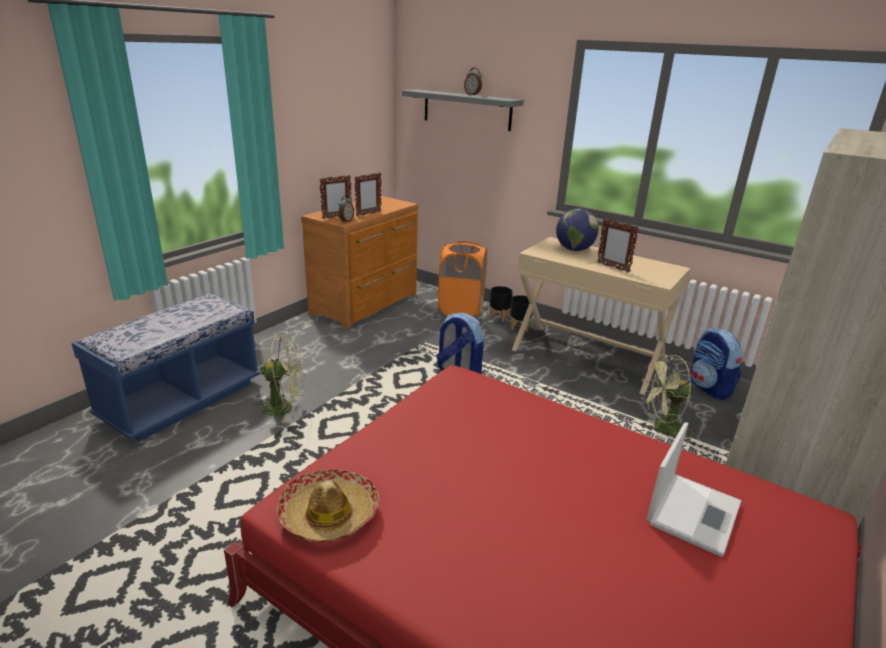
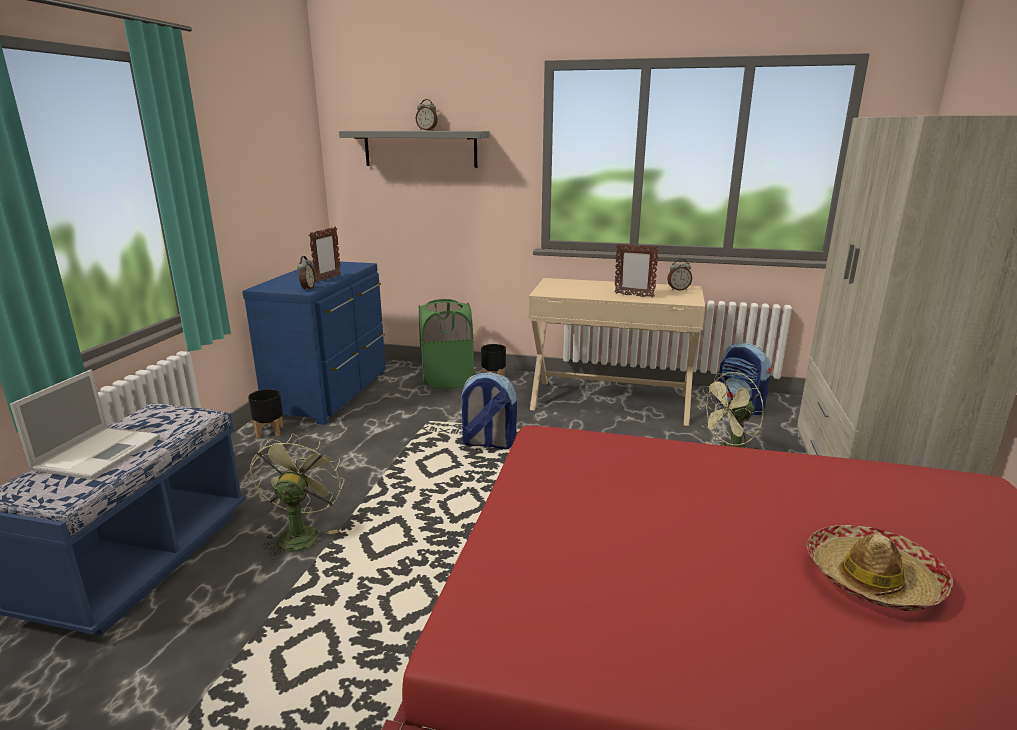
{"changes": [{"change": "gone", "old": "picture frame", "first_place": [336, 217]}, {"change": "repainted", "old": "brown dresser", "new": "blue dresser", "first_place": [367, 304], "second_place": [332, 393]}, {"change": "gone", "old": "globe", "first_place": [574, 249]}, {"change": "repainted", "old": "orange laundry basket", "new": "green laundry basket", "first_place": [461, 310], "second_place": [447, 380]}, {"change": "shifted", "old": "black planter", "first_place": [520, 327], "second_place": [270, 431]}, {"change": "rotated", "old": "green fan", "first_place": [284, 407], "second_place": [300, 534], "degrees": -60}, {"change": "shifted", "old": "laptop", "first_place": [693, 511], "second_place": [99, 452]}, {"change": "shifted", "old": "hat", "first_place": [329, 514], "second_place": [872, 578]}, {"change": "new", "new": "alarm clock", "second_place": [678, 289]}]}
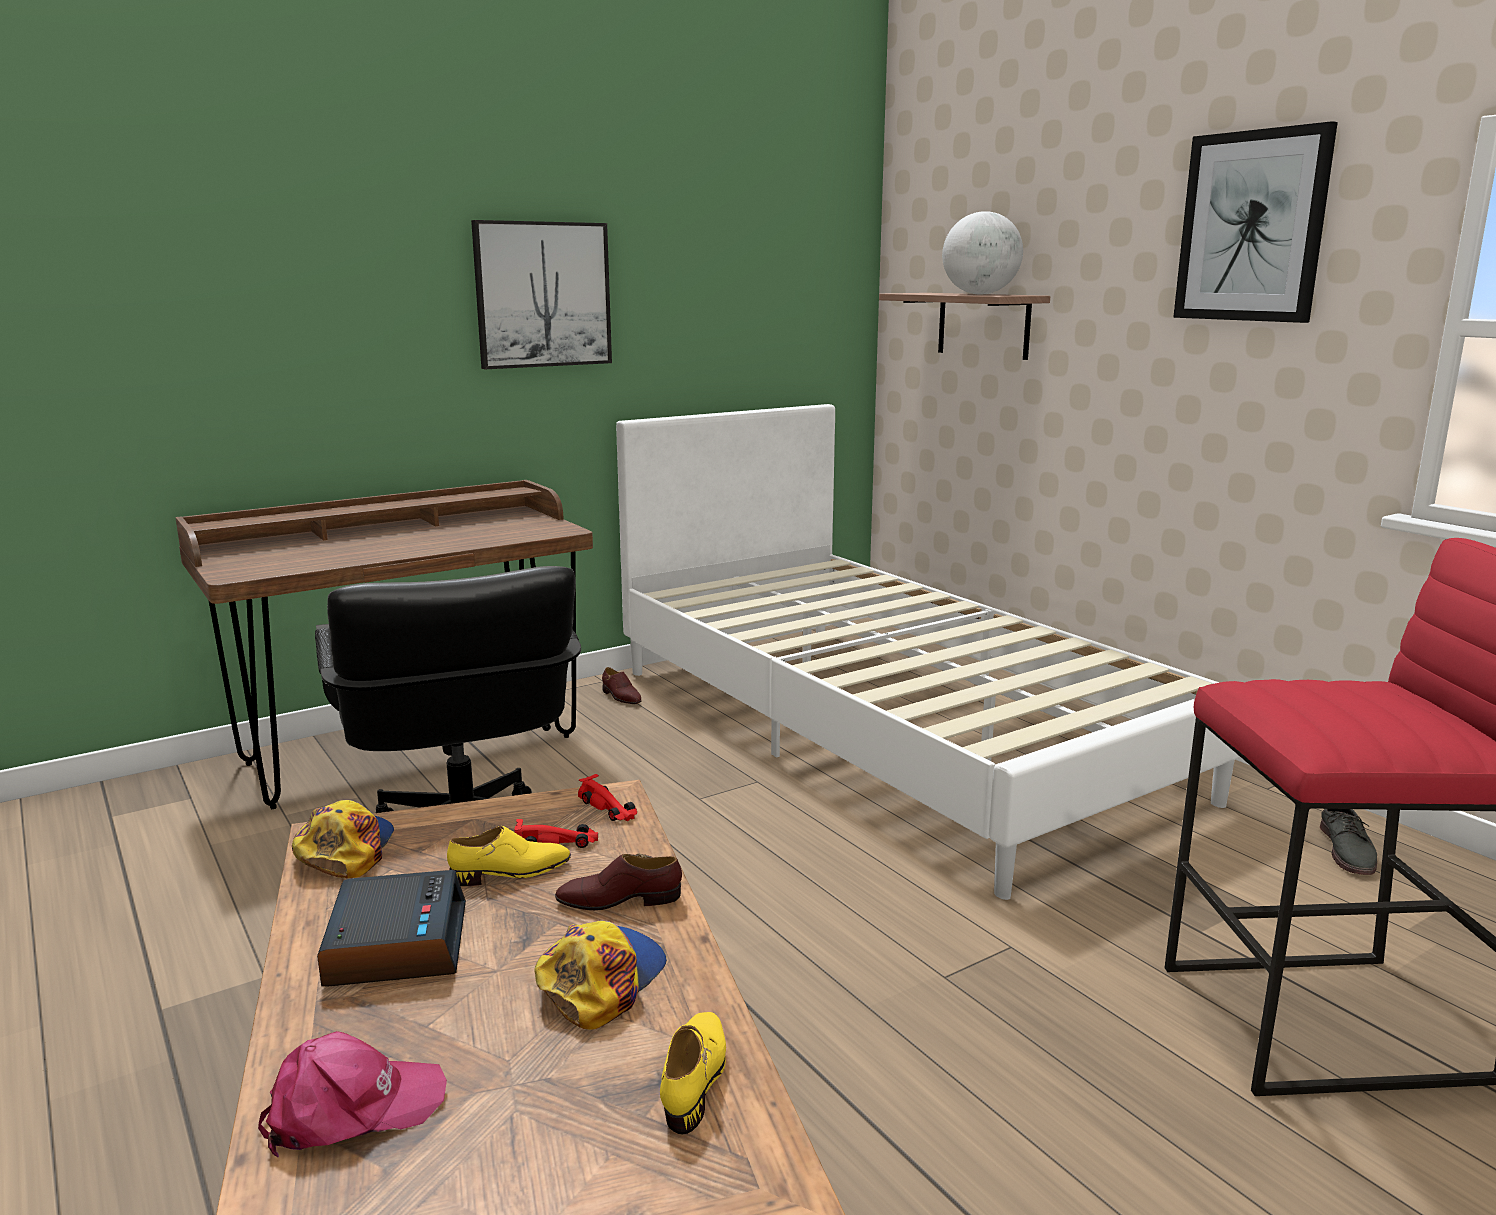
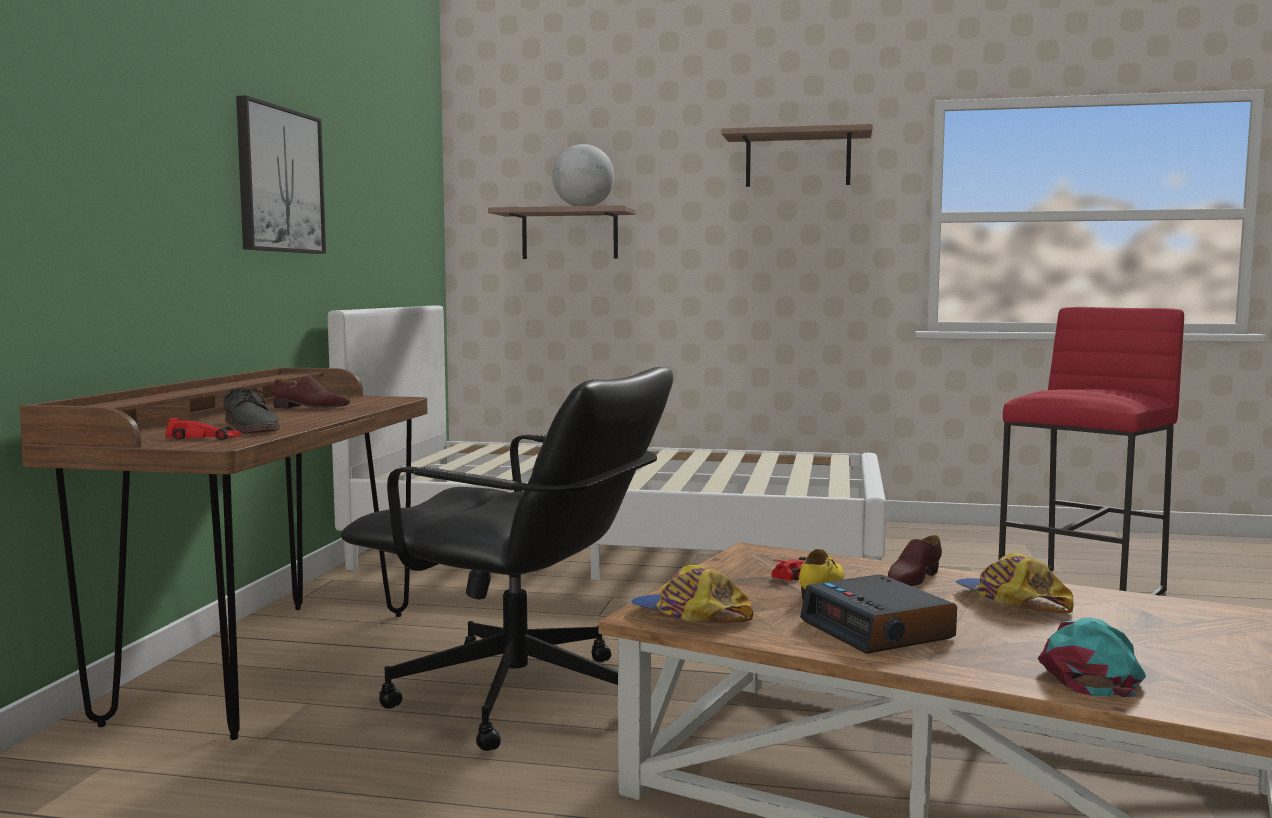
{"changes": [{"change": "swapped", "old": "picture", "new": "shelf", "first_place": [1252, 227], "second_place": [798, 160]}, {"change": "shifted", "old": "brown shoe", "first_place": [621, 697], "second_place": [311, 408]}, {"change": "shifted", "old": "red toy car", "first_place": [608, 808], "second_place": [205, 438]}, {"change": "shifted", "old": "grey shoe", "first_place": [1347, 850], "second_place": [252, 427]}, {"change": "rotated", "old": "alarm clock", "first_place": [395, 944], "second_place": [878, 630], "degrees": -150}, {"change": "gone", "old": "yellow shoe", "first_place": [696, 1078]}, {"change": "repainted", "old": "pink cap", "new": "turquoise cap", "first_place": [351, 1109], "second_place": [1092, 675]}]}
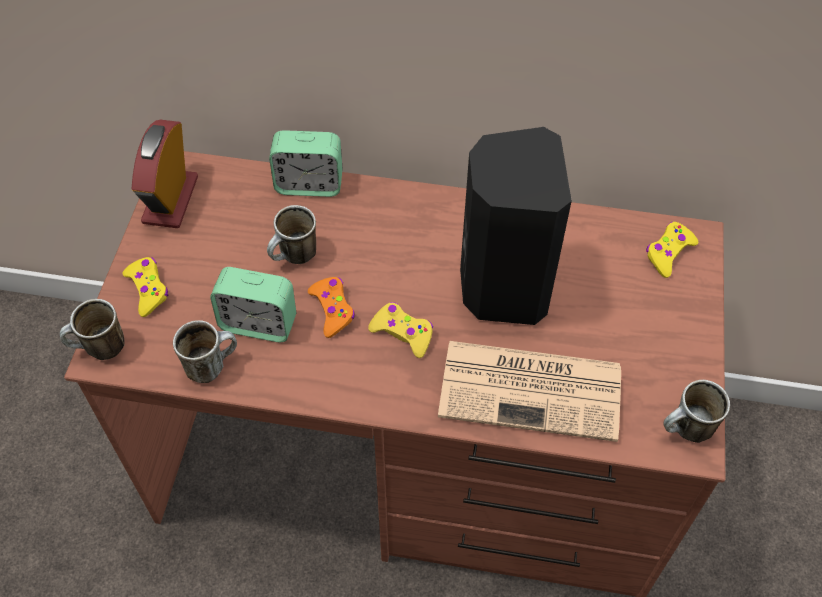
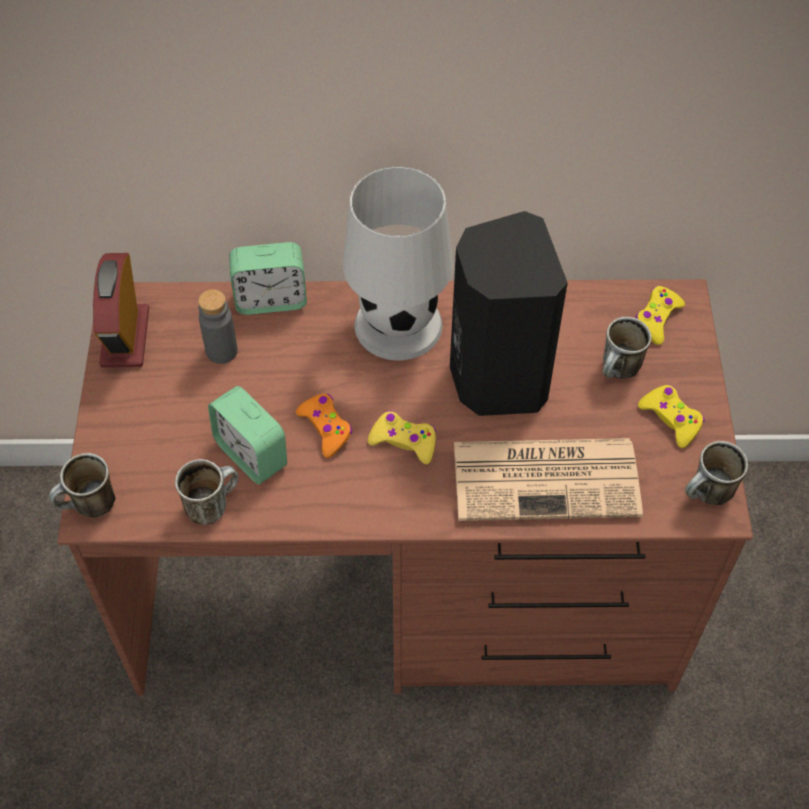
{"changes": [{"change": "shifted", "old": "mug", "first_place": [295, 258], "second_place": [618, 372]}, {"change": "shifted", "old": "yellow game controller", "first_place": [148, 289], "second_place": [671, 419]}, {"change": "rotated", "old": "alarm clock", "first_place": [258, 323], "second_place": [251, 454], "degrees": 45}, {"change": "new", "new": "white table lamp", "second_place": [398, 326]}, {"change": "new", "new": "grey bottle", "second_place": [221, 351]}]}
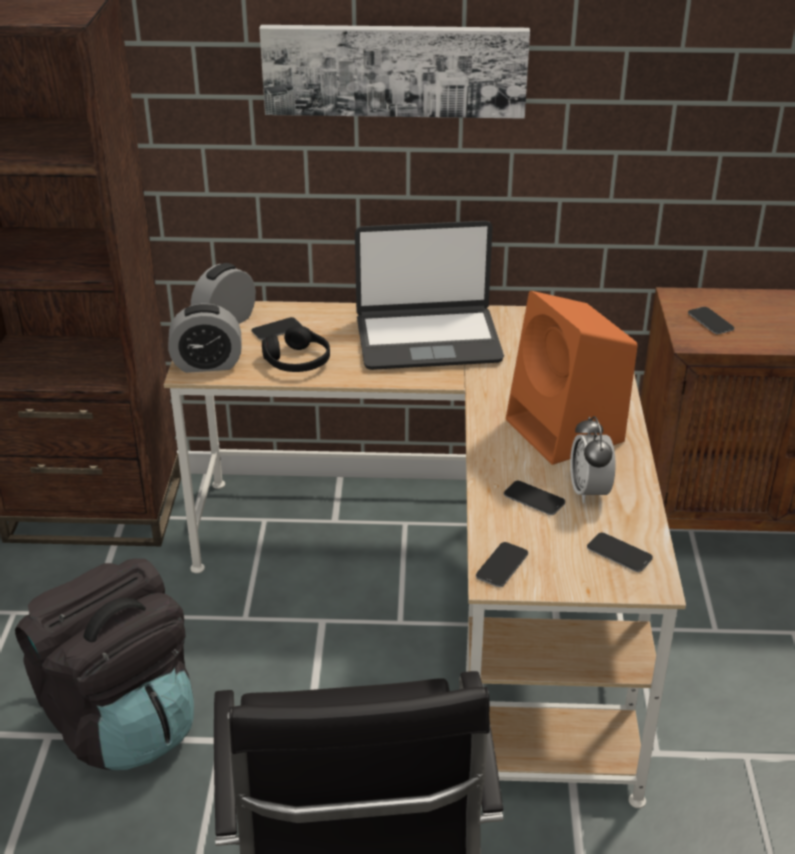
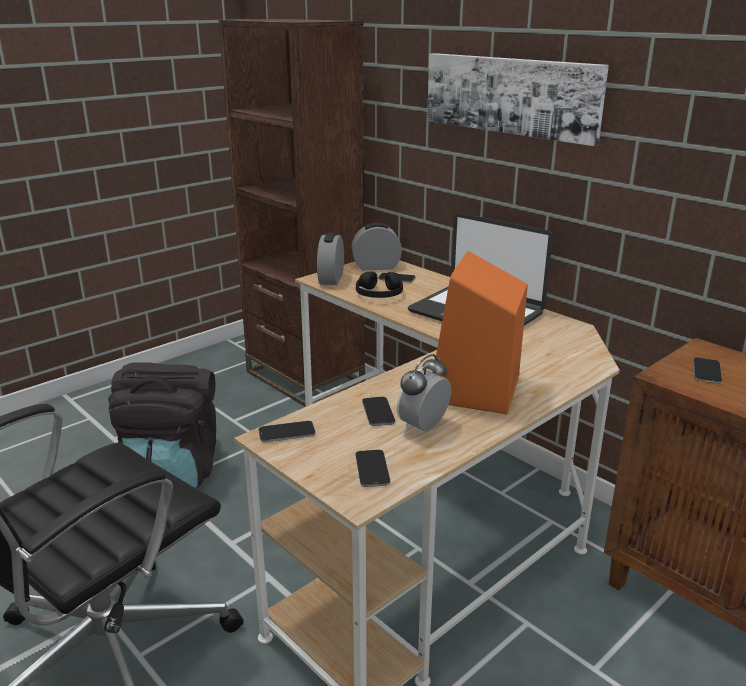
{"changes": [{"change": "rotated", "old": "alarm clock", "first_place": [207, 364], "second_place": [331, 279], "degrees": 60}]}
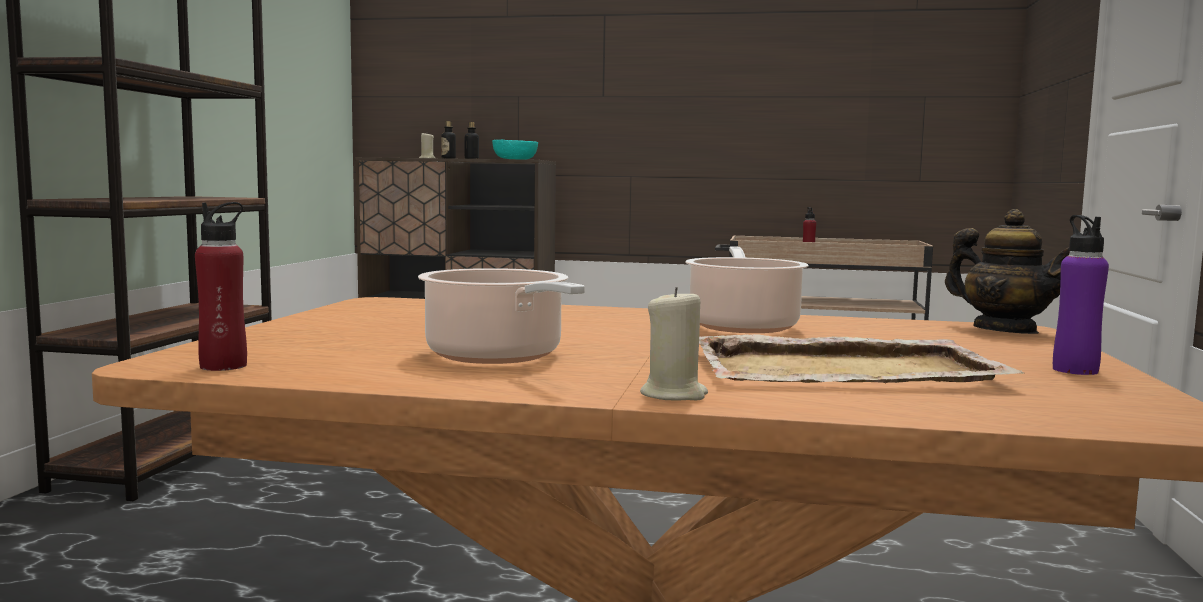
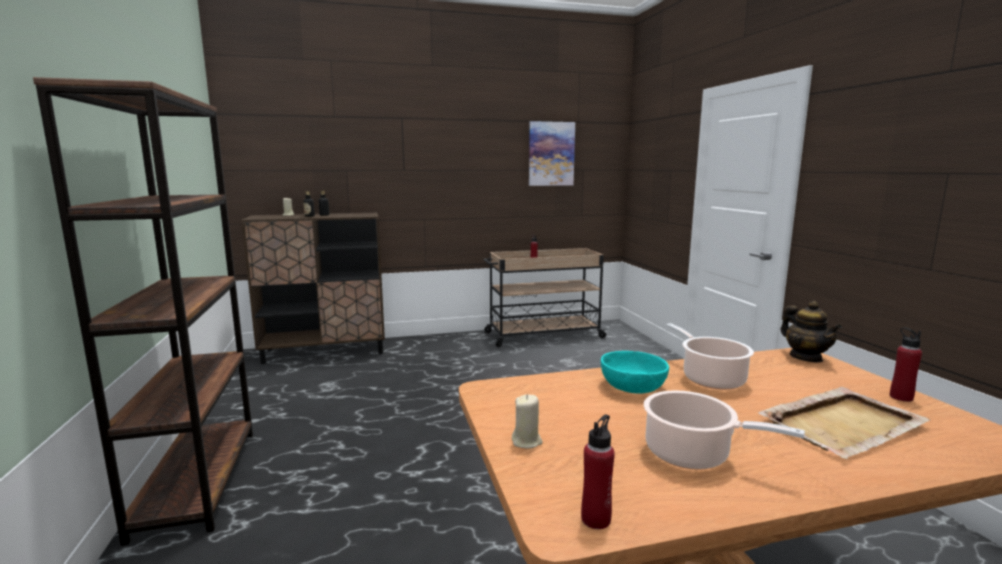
{"changes": [{"change": "shifted", "old": "turquoise bowl", "first_place": [515, 159], "second_place": [632, 386]}, {"change": "rotated", "old": "teapot", "first_place": [1005, 331], "second_place": [806, 357], "degrees": 45}, {"change": "repainted", "old": "purple bottle", "new": "red bottle", "first_place": [1075, 370], "second_place": [901, 397]}, {"change": "shifted", "old": "beige candle", "first_place": [674, 395], "second_place": [527, 441]}, {"change": "new", "new": "picture", "second_place": [551, 154]}]}
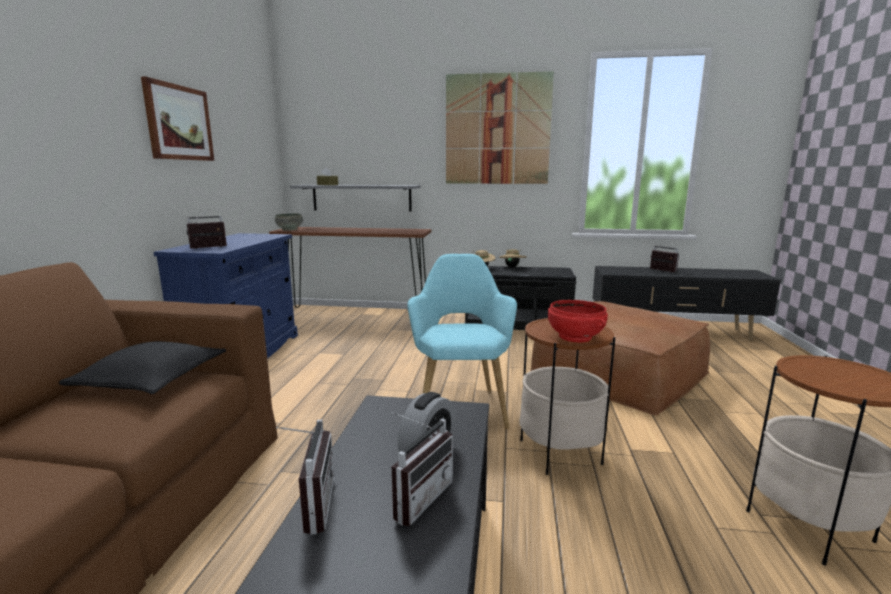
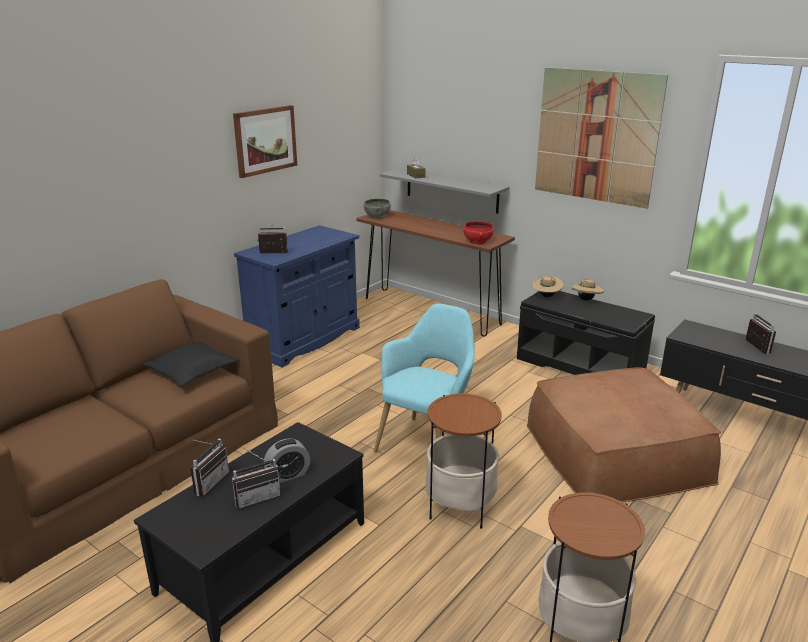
{"changes": [{"change": "shifted", "old": "red bowl", "first_place": [574, 337], "second_place": [477, 241]}]}
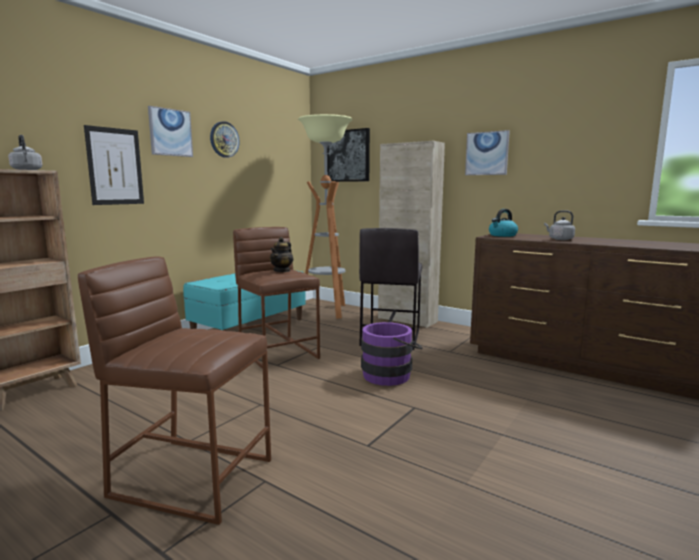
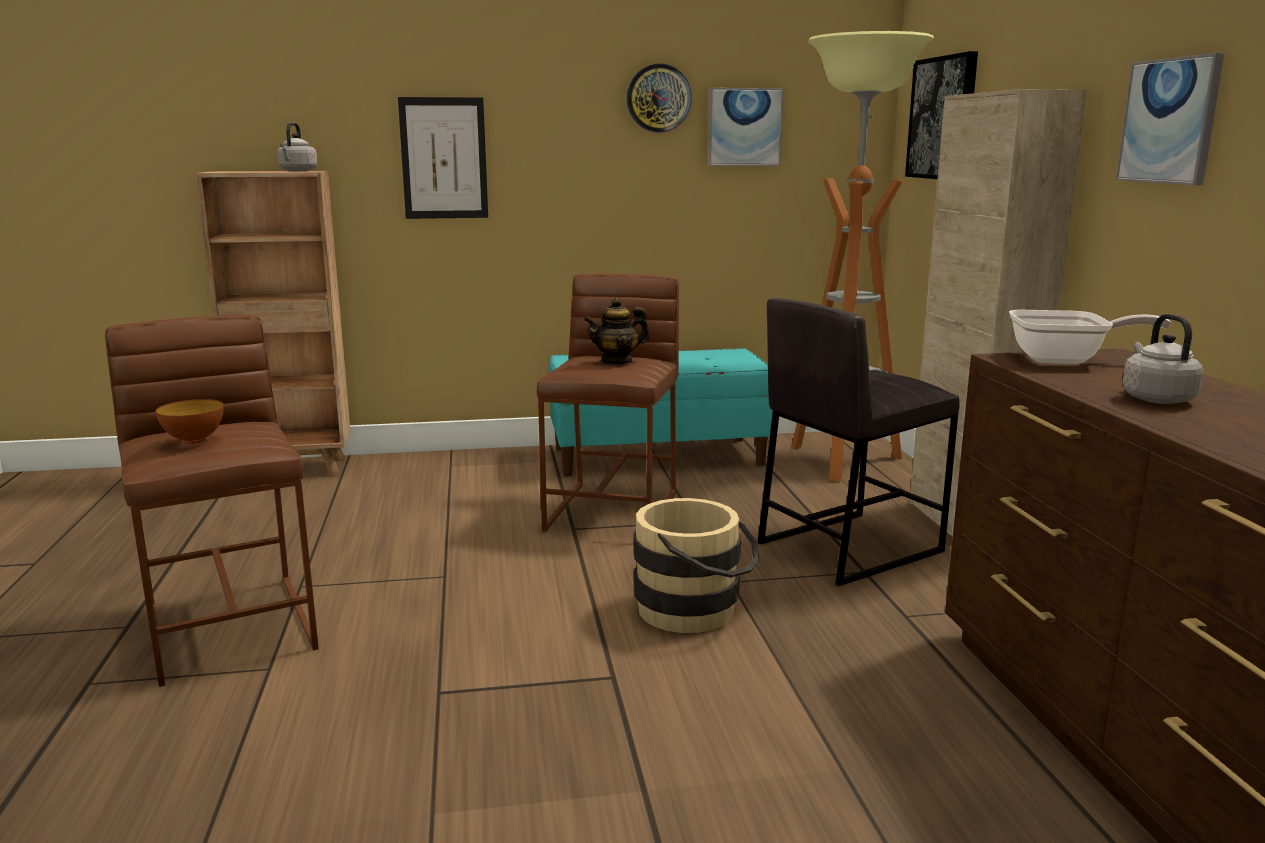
{"changes": [{"change": "shifted", "old": "picture", "first_place": [170, 132], "second_place": [744, 127]}, {"change": "swapped", "old": "kettle", "new": "frying pan", "first_place": [502, 235], "second_place": [1066, 360]}, {"change": "repainted", "old": "purple bucket", "new": "beige bucket", "first_place": [390, 375], "second_place": [696, 611]}, {"change": "new", "new": "bowl", "second_place": [194, 440]}]}
